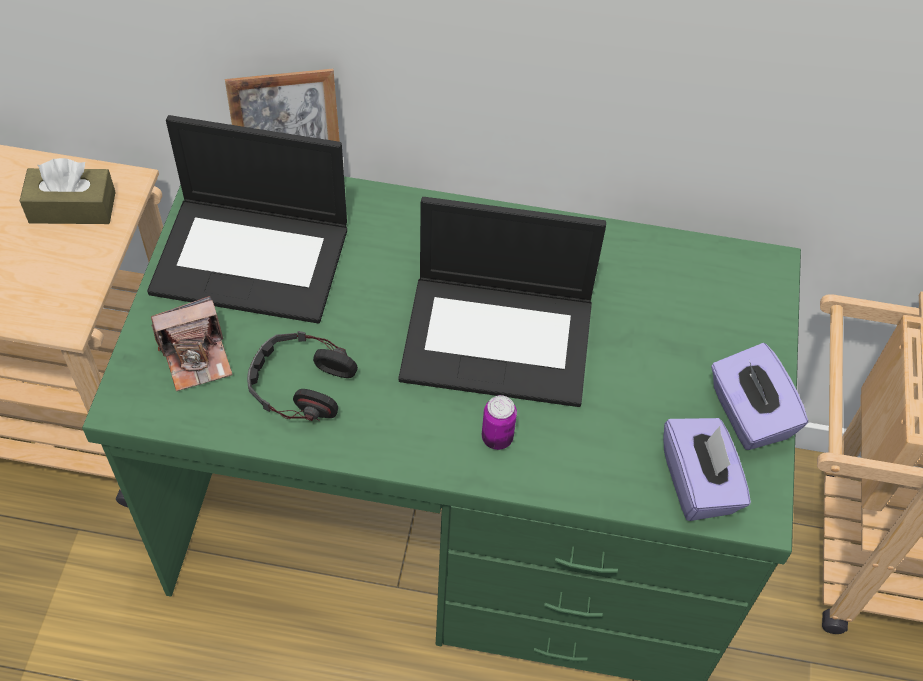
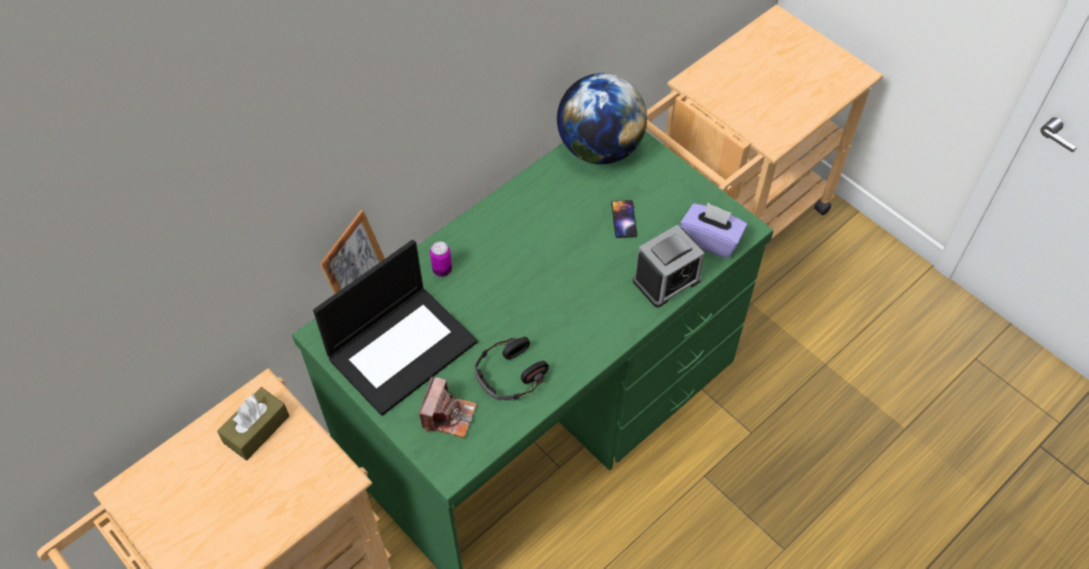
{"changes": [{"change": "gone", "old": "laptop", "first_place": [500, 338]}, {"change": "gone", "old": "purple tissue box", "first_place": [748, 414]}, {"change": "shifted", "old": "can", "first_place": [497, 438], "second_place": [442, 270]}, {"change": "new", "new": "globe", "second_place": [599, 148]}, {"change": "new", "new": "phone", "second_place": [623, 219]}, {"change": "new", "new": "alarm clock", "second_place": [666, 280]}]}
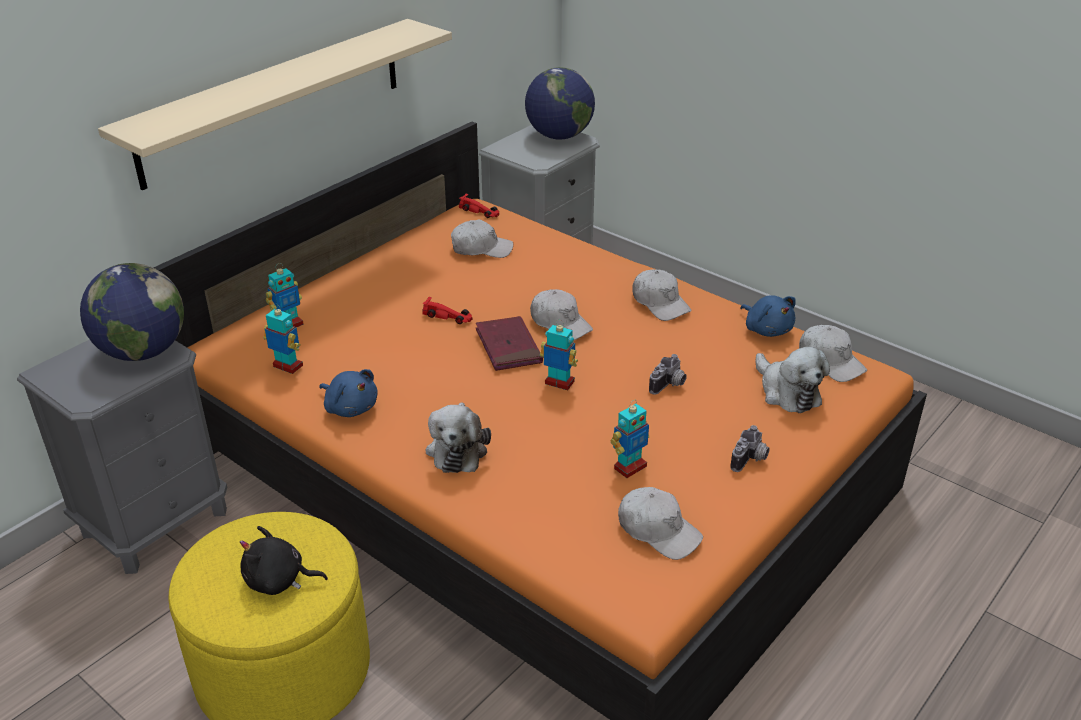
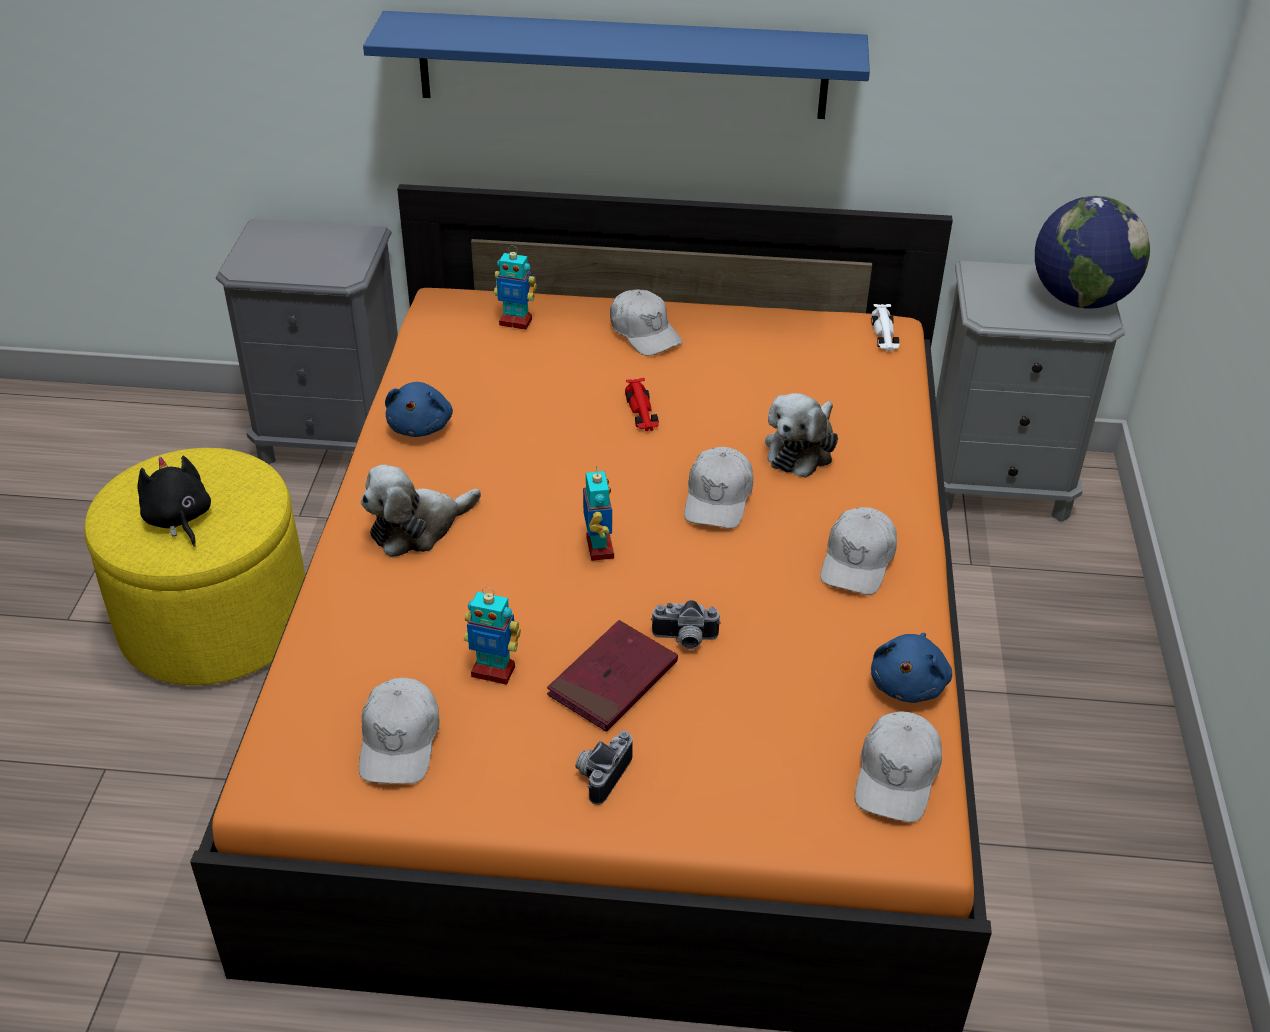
{"changes": [{"change": "repainted", "old": "beige shelf", "new": "blue shelf", "first_place": [274, 101], "second_place": [622, 65]}, {"change": "repainted", "old": "red toy car", "new": "white toy car", "first_place": [480, 211], "second_place": [884, 335]}, {"change": "shifted", "old": "white cap", "first_place": [481, 248], "second_place": [644, 333]}, {"change": "gone", "old": "globe", "first_place": [143, 352]}, {"change": "gone", "old": "toy robot", "first_place": [287, 366]}, {"change": "shifted", "old": "red book", "first_place": [508, 347], "second_place": [613, 680]}, {"change": "shifted", "old": "plush toy", "first_place": [787, 392], "second_place": [801, 449]}, {"change": "rotated", "old": "photo camera", "first_place": [750, 460], "second_place": [601, 774], "degrees": 120}]}
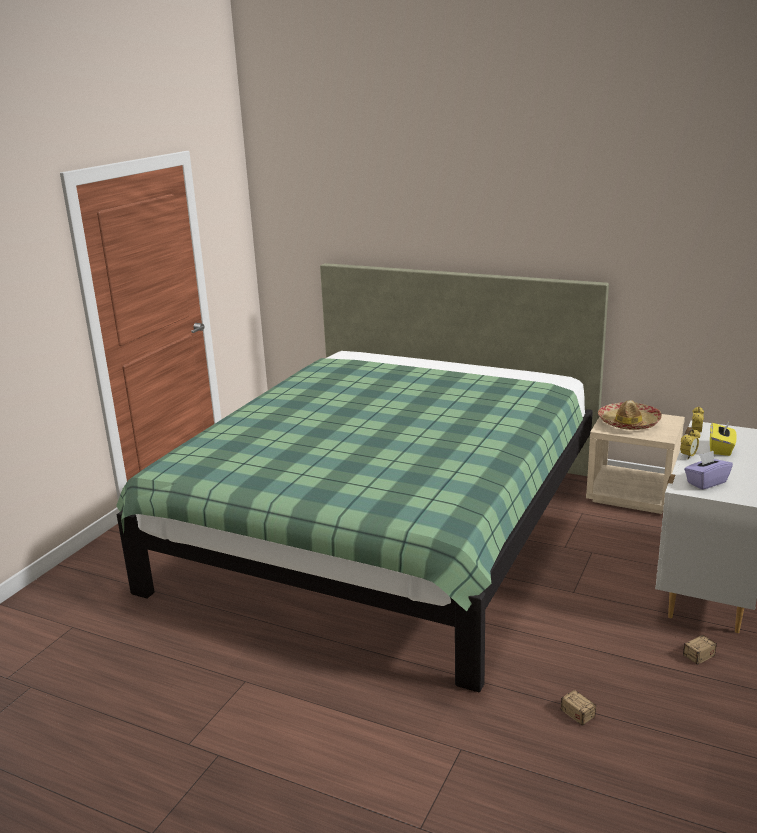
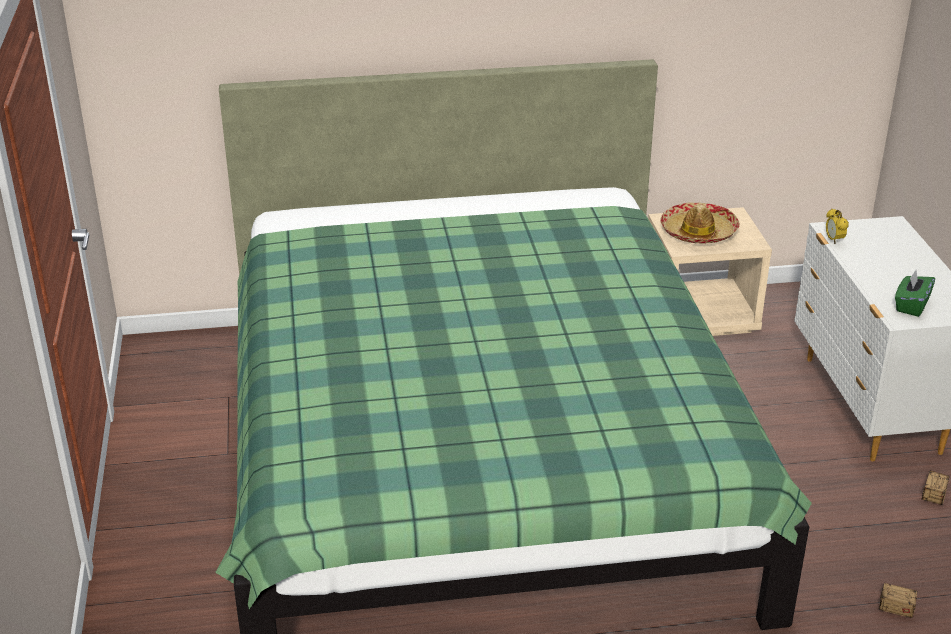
{"changes": [{"change": "gone", "old": "yellow tissue box", "first_place": [721, 449]}, {"change": "gone", "old": "alarm clock", "first_place": [688, 456]}, {"change": "repainted", "old": "purple tissue box", "new": "green tissue box", "first_place": [706, 482], "second_place": [911, 305]}]}
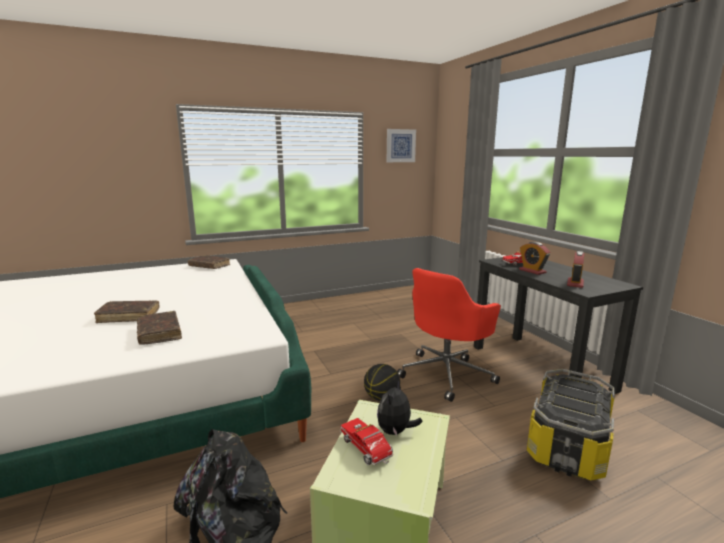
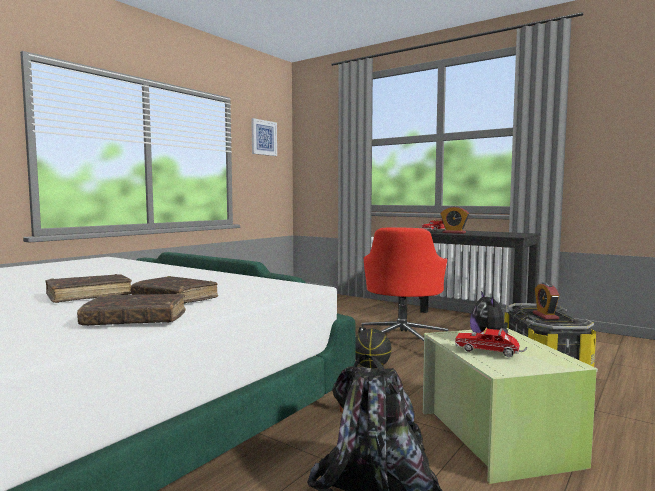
{"changes": [{"change": "shifted", "old": "alarm clock", "first_place": [575, 283], "second_place": [545, 316]}, {"change": "shifted", "old": "brown book", "first_place": [209, 266], "second_place": [135, 320]}]}
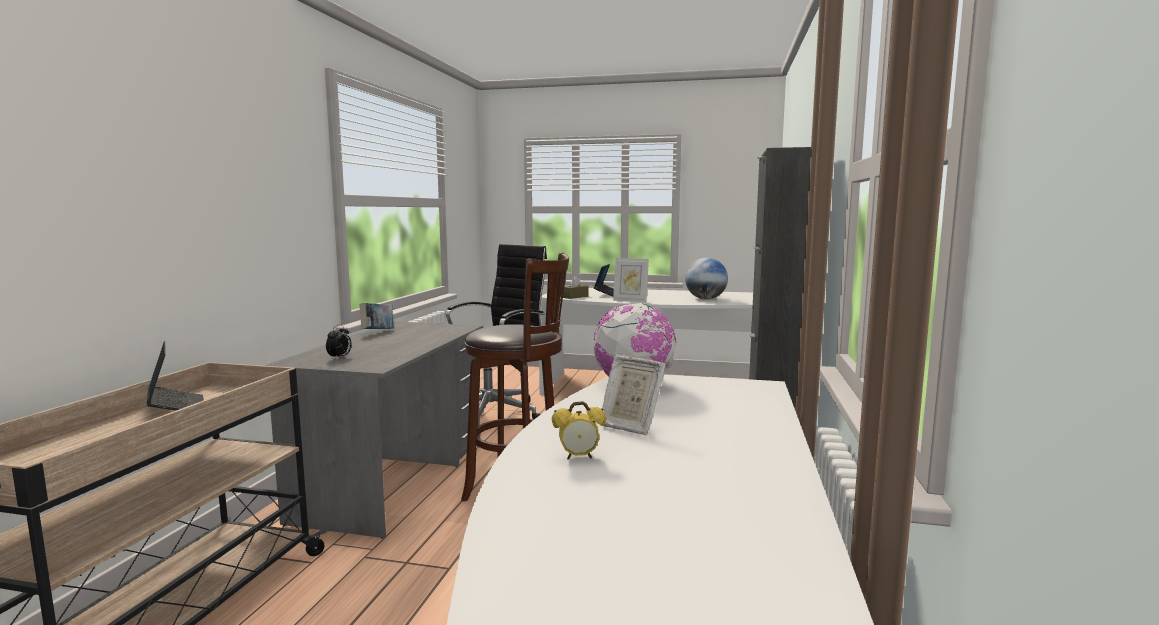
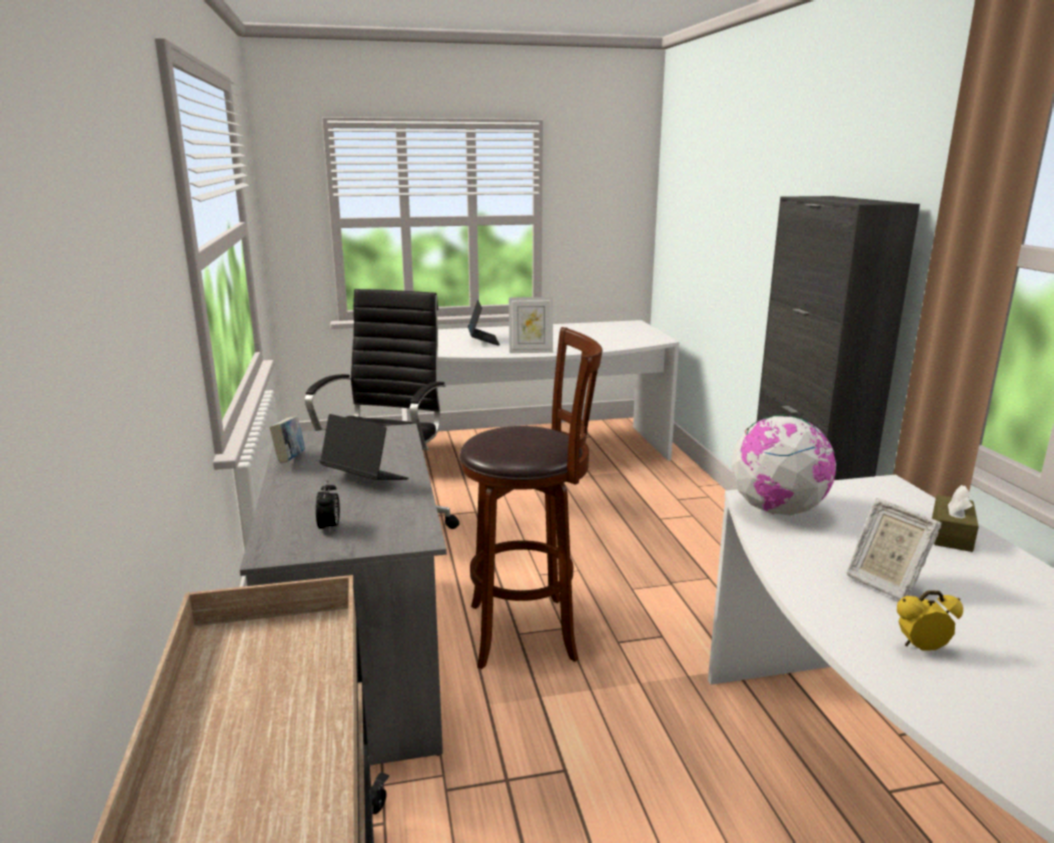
{"changes": [{"change": "gone", "old": "globe", "first_place": [705, 299]}, {"change": "shifted", "old": "brown tissue box", "first_place": [574, 297], "second_place": [951, 534]}, {"change": "shifted", "old": "laptop", "first_place": [177, 408], "second_place": [364, 479]}, {"change": "rotated", "old": "picture frame", "first_place": [629, 426], "second_place": [884, 583], "degrees": 45}, {"change": "rotated", "old": "alarm clock", "first_place": [578, 457], "second_place": [921, 649], "degrees": -150}]}
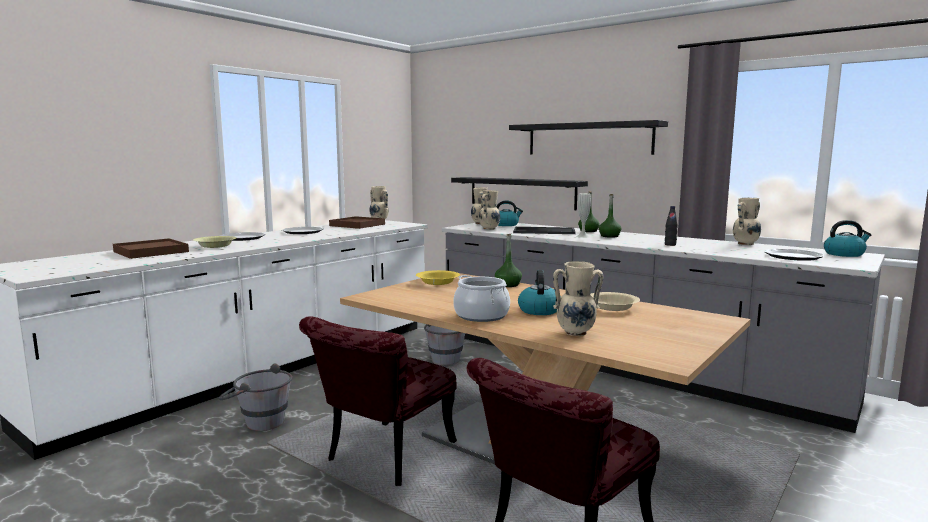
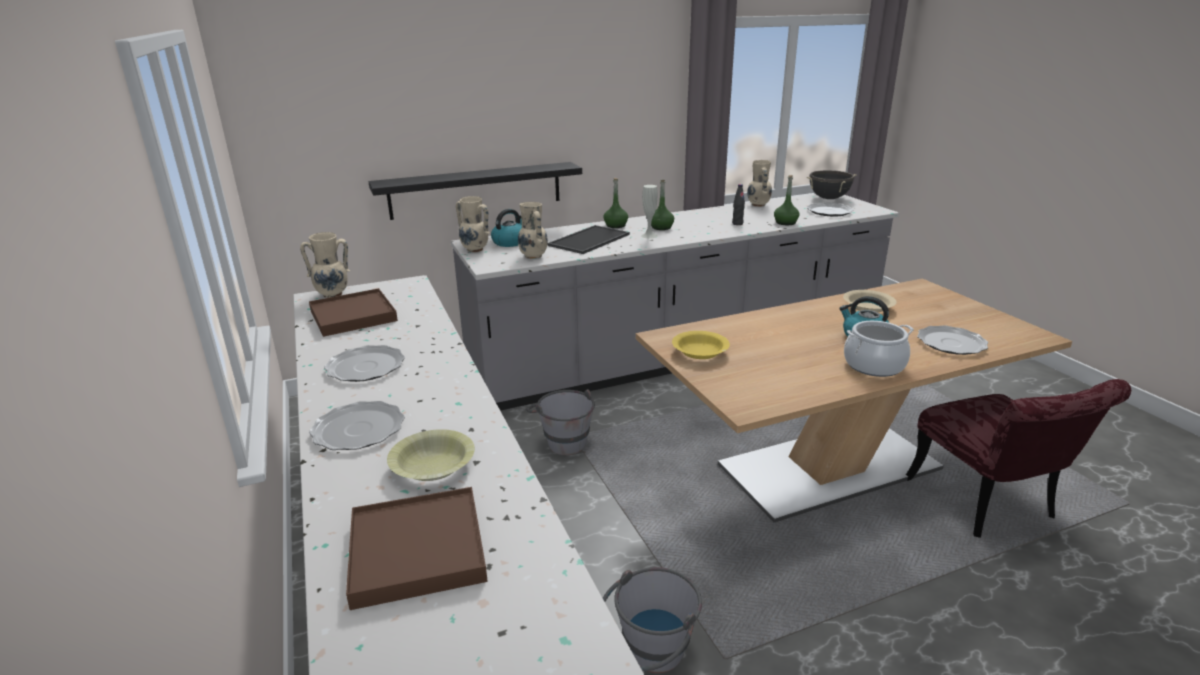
{"changes": [{"change": "gone", "old": "black shelf", "first_place": [588, 139]}, {"change": "swapped", "old": "kettle", "new": "black cooking pot", "first_place": [844, 254], "second_place": [828, 198]}, {"change": "shifted", "old": "green bottle", "first_place": [508, 285], "second_place": [785, 223]}, {"change": "swapped", "old": "beige vase", "new": "plate", "first_place": [576, 333], "second_place": [951, 343]}, {"change": "gone", "old": "red chair", "first_place": [383, 459]}]}
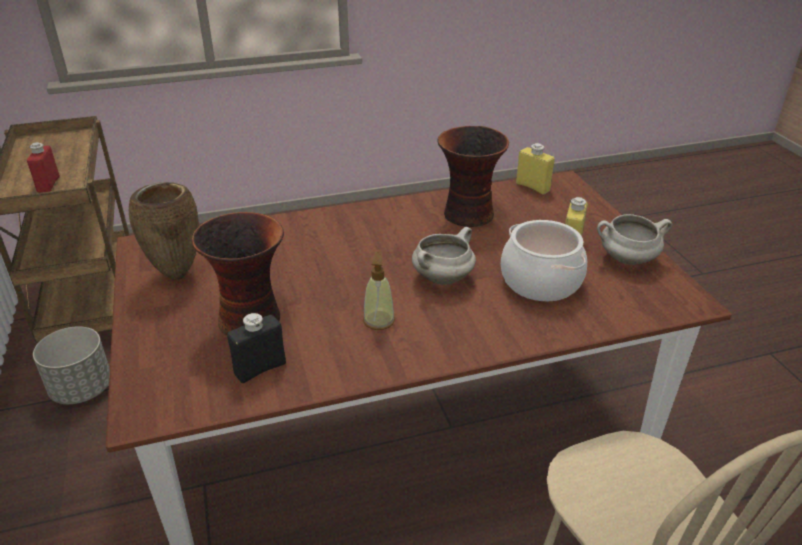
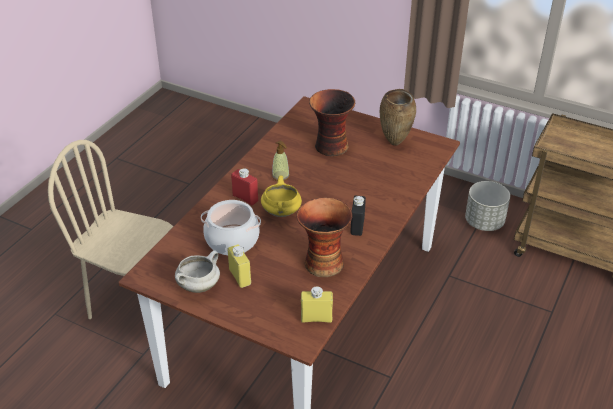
{"changes": [{"change": "shifted", "old": "red bottle", "first_place": [48, 184], "second_place": [245, 198]}, {"change": "repainted", "old": "white cooking pot", "new": "yellow cooking pot", "first_place": [443, 278], "second_place": [282, 212]}, {"change": "shifted", "old": "black bottle", "first_place": [260, 368], "second_place": [357, 226]}]}
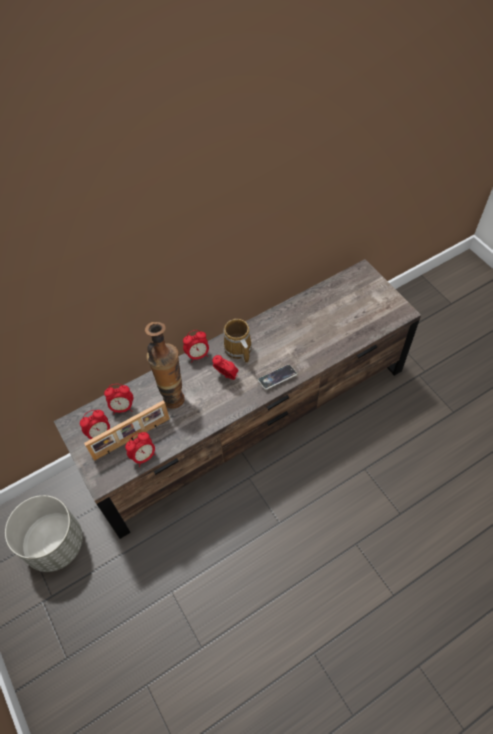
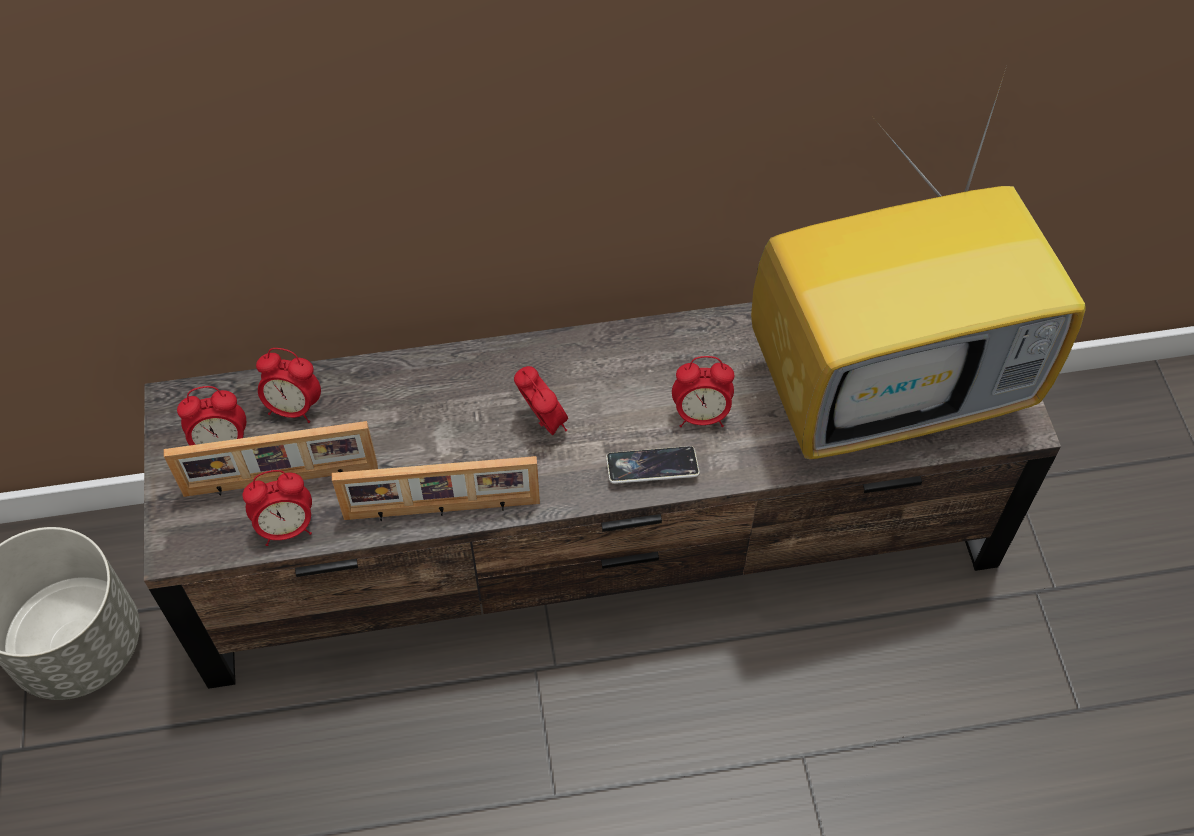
{"changes": [{"change": "gone", "old": "mug", "first_place": [238, 349]}, {"change": "gone", "old": "vase", "first_place": [172, 394]}, {"change": "shifted", "old": "alarm clock", "first_place": [198, 355], "second_place": [701, 415]}, {"change": "new", "new": "television", "second_place": [891, 387]}, {"change": "new", "new": "picture frame", "second_place": [442, 511]}]}
